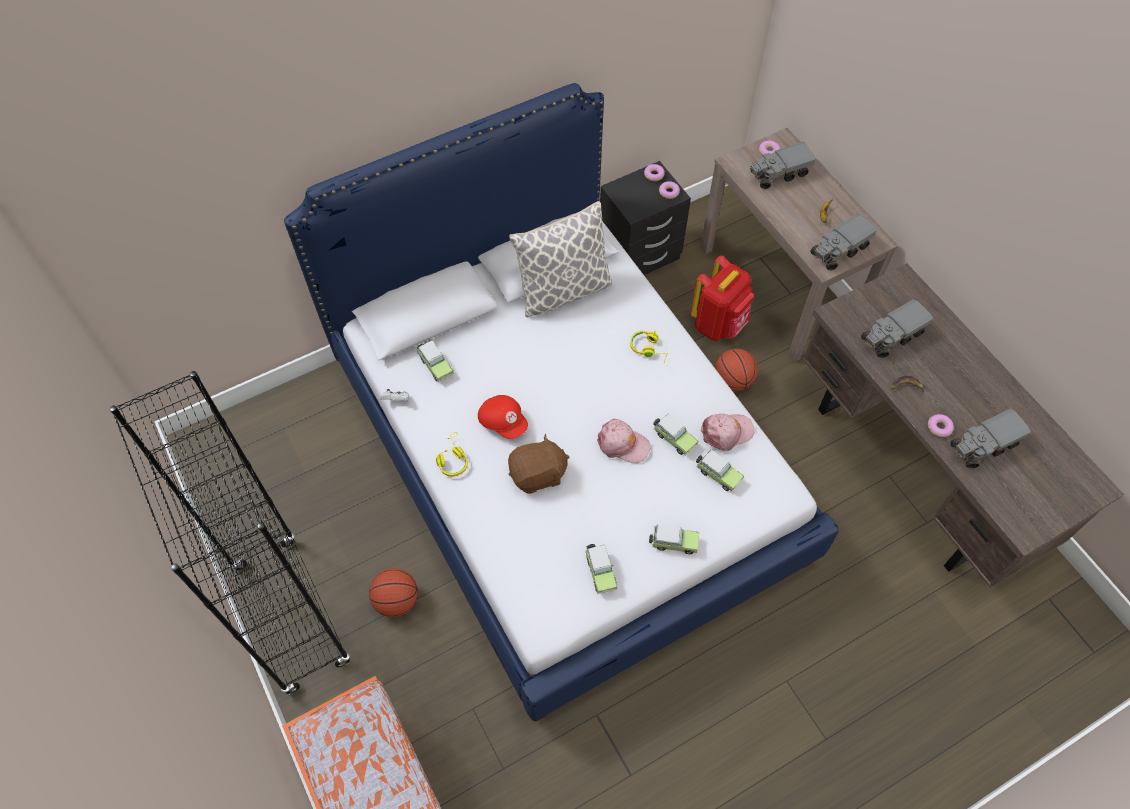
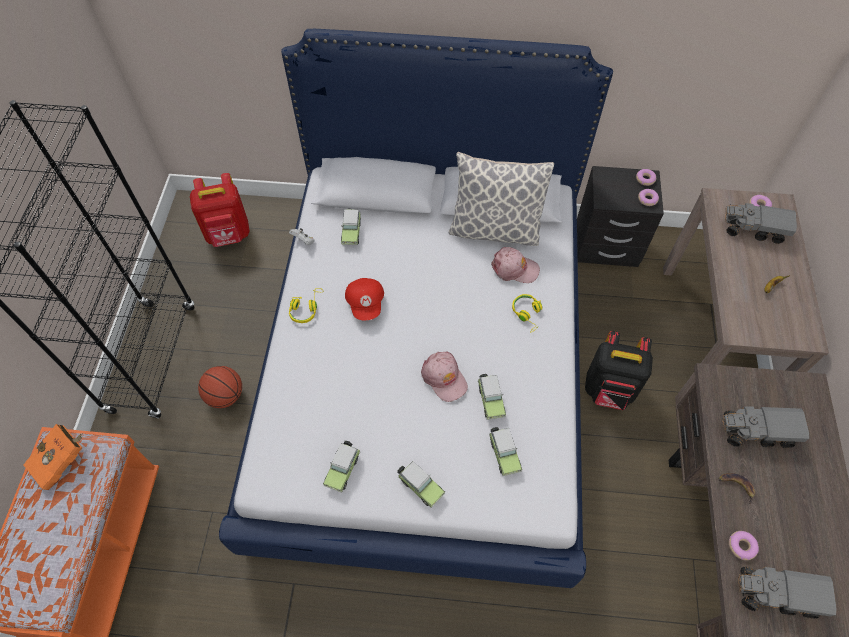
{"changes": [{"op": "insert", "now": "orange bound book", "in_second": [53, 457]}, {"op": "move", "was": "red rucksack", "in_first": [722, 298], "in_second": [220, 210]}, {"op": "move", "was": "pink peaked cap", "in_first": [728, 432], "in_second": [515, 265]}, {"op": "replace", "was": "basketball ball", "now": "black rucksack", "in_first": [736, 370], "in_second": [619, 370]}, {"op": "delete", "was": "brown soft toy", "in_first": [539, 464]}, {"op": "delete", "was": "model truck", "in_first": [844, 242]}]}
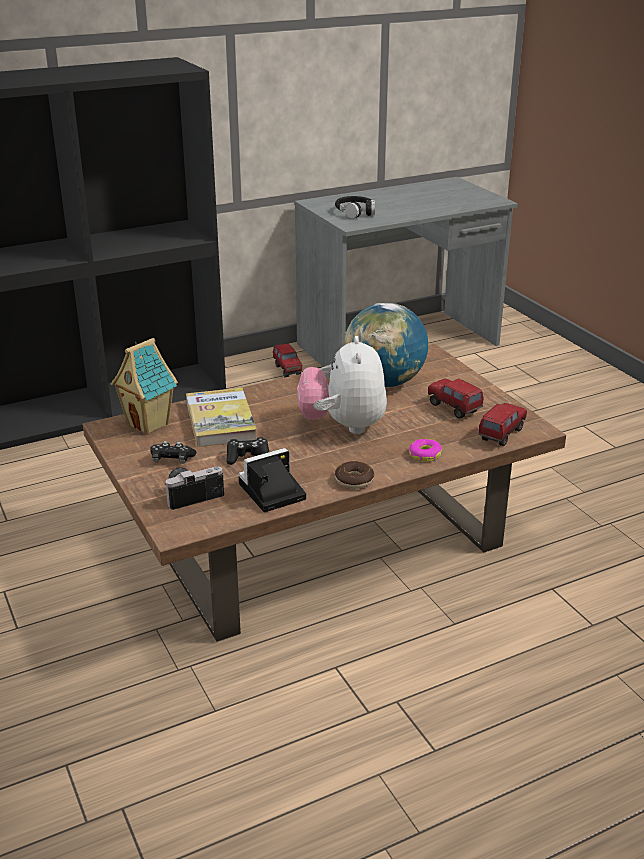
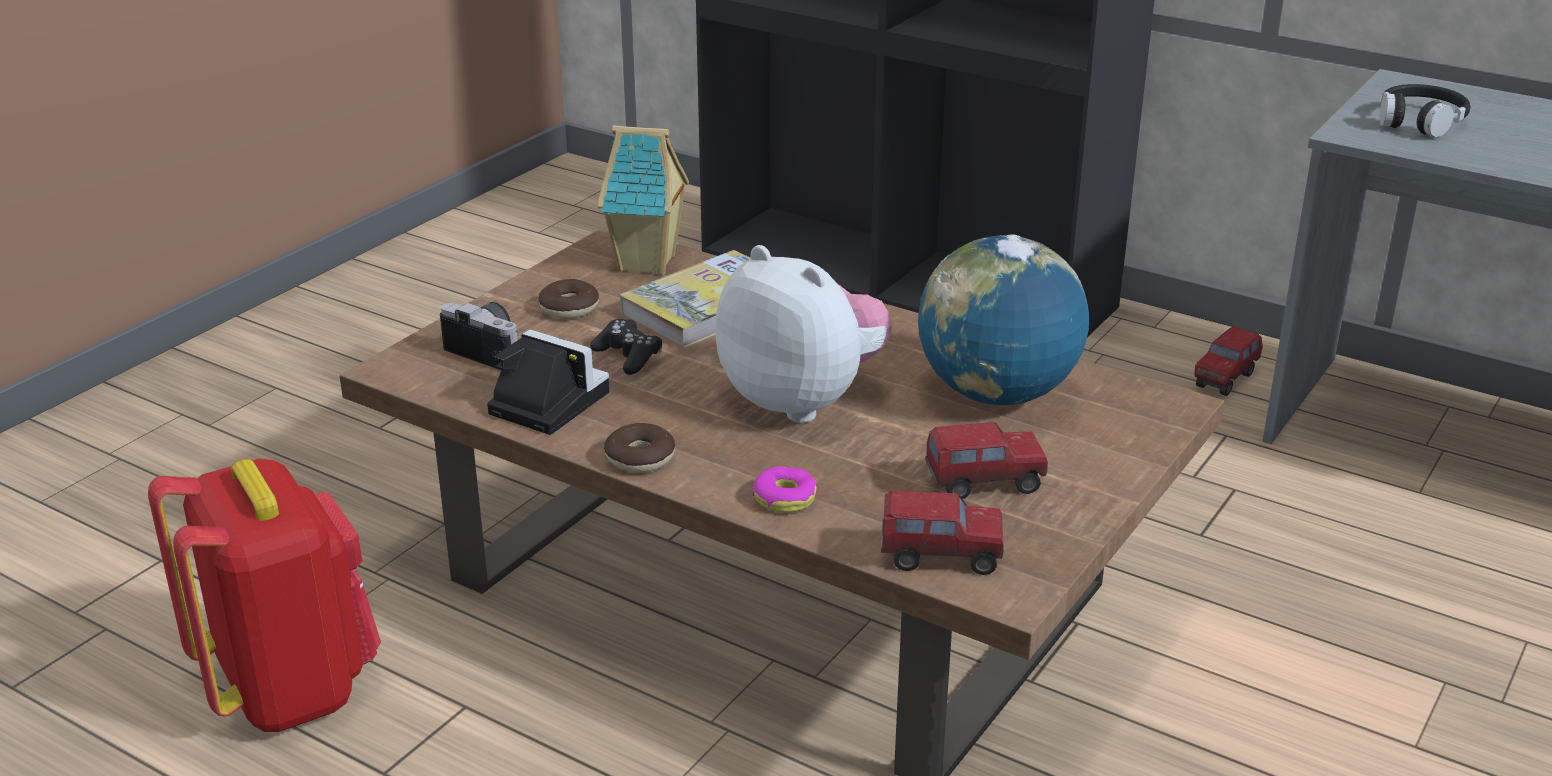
{"changes": [{"op": "insert", "now": "red rucksack", "in_second": [264, 595]}, {"op": "replace", "was": "black gamepad", "now": "doughnut", "in_first": [174, 452], "in_second": [568, 299]}, {"op": "rotate", "was": "soft toy", "in_first": [342, 385], "in_second": [803, 334], "clockwise": 75}, {"op": "rotate", "was": "model truck", "in_first": [456, 398], "in_second": [986, 460], "clockwise": 60}]}
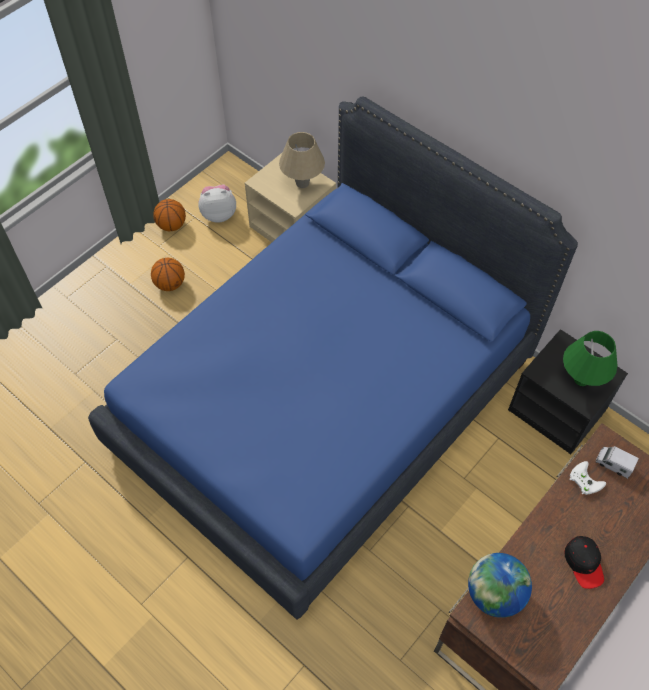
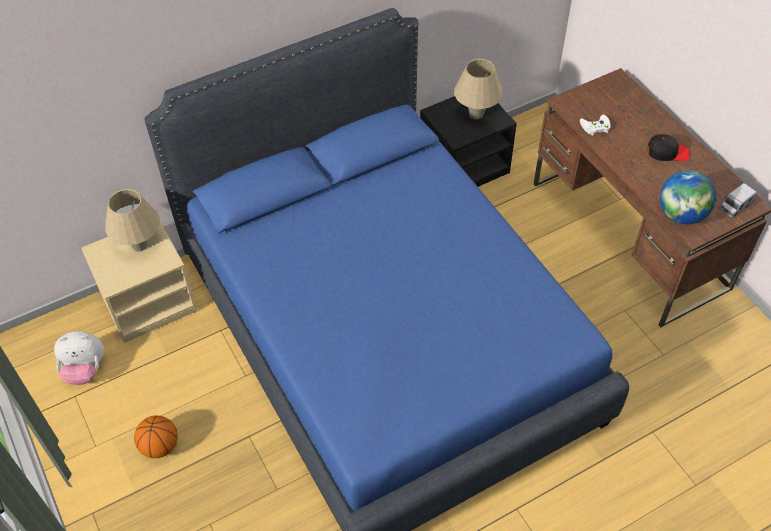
{"changes": [{"op": "rotate", "was": "soft toy", "in_first": [217, 203], "in_second": [79, 358], "clockwise": -105}, {"op": "recolor", "was": "greenish table lamp", "now": "beige-coloured table lamp", "in_first": [590, 358], "in_second": [478, 89]}, {"op": "move", "was": "model truck", "in_first": [617, 462], "in_second": [738, 200]}, {"op": "delete", "was": "basketball ball", "in_first": [169, 215]}]}
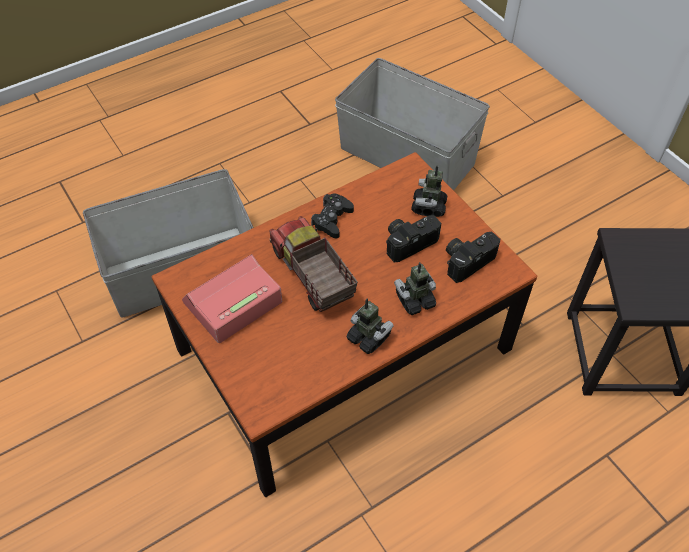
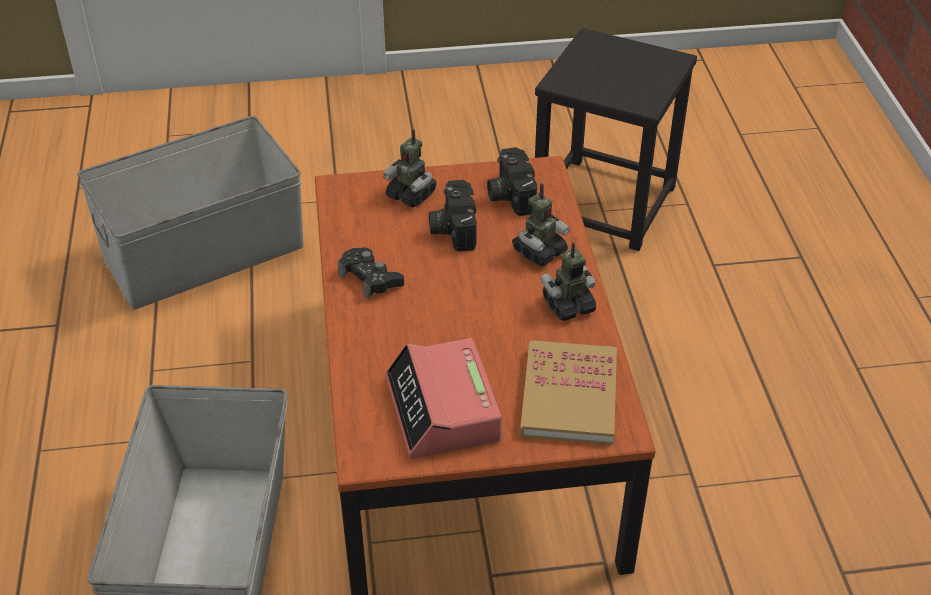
{"changes": [{"op": "rotate", "was": "model robot", "in_first": [415, 288], "in_second": [541, 224], "clockwise": -135}, {"op": "insert", "now": "bound book", "in_second": [568, 392]}, {"op": "delete", "was": "model truck", "in_first": [313, 264]}]}
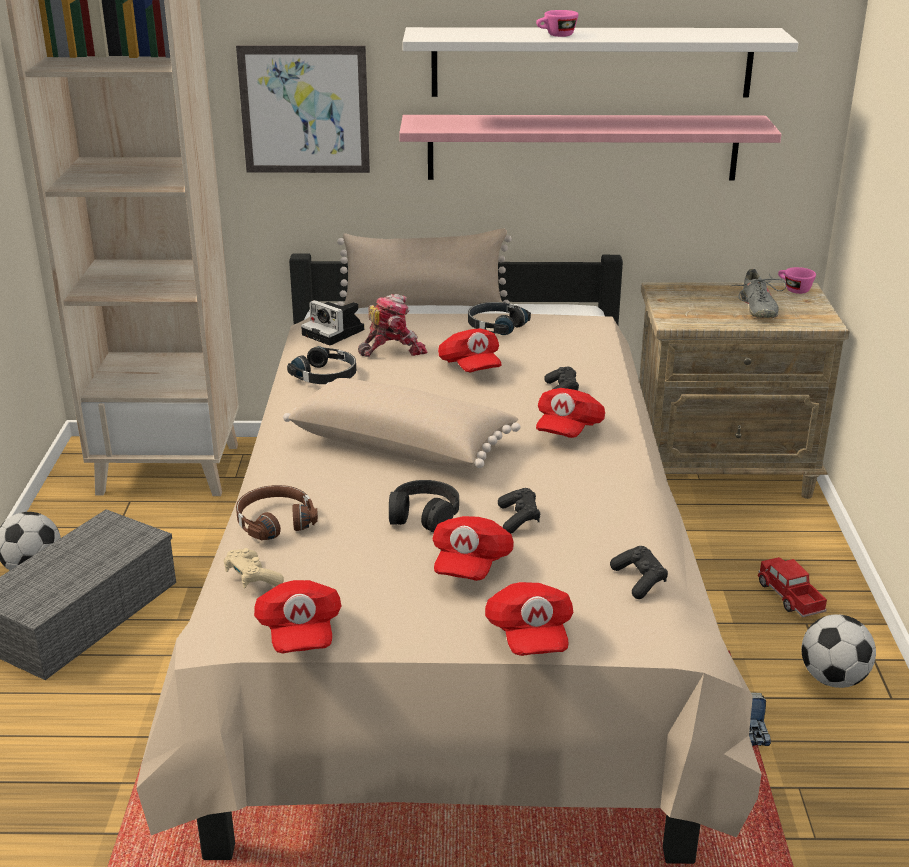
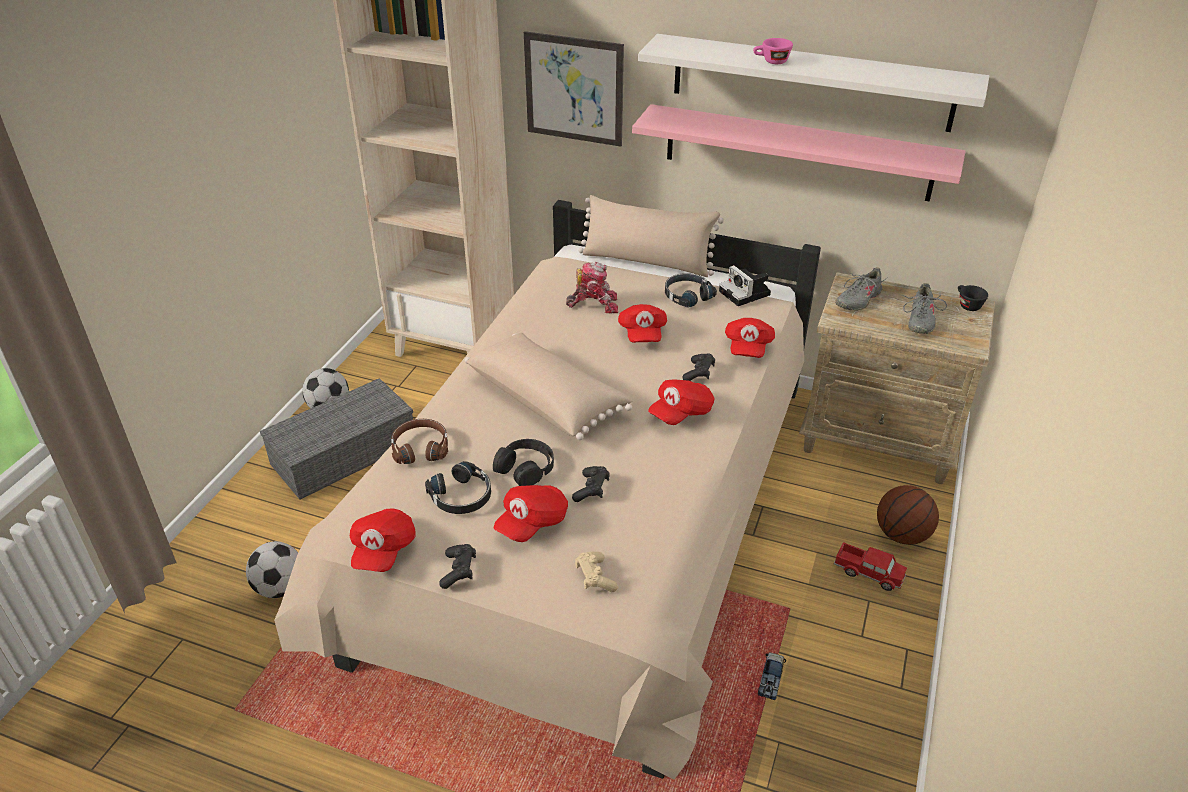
{"changes": [{"op": "move", "was": "ball for football", "in_first": [838, 651], "in_second": [272, 569]}, {"op": "move", "was": "black pair of headphones", "in_first": [321, 365], "in_second": [458, 487]}, {"op": "move", "was": "black gamepad", "in_first": [639, 572], "in_second": [457, 566]}, {"op": "move", "was": "beige-coloured gamepad", "in_first": [254, 568], "in_second": [596, 572]}, {"op": "move", "was": "still camera", "in_first": [332, 323], "in_second": [745, 285]}, {"op": "move", "was": "red peaked cap", "in_first": [529, 619], "in_second": [750, 338]}, {"op": "rotate", "was": "model truck", "in_first": [792, 587], "in_second": [870, 566], "clockwise": 120}, {"op": "insert", "now": "gray shoe", "in_second": [861, 288]}, {"op": "insert", "now": "basketball ball", "in_second": [908, 515]}, {"op": "recolor", "was": "pink drinking cup", "now": "black drinking cup", "in_first": [797, 280], "in_second": [973, 298]}]}
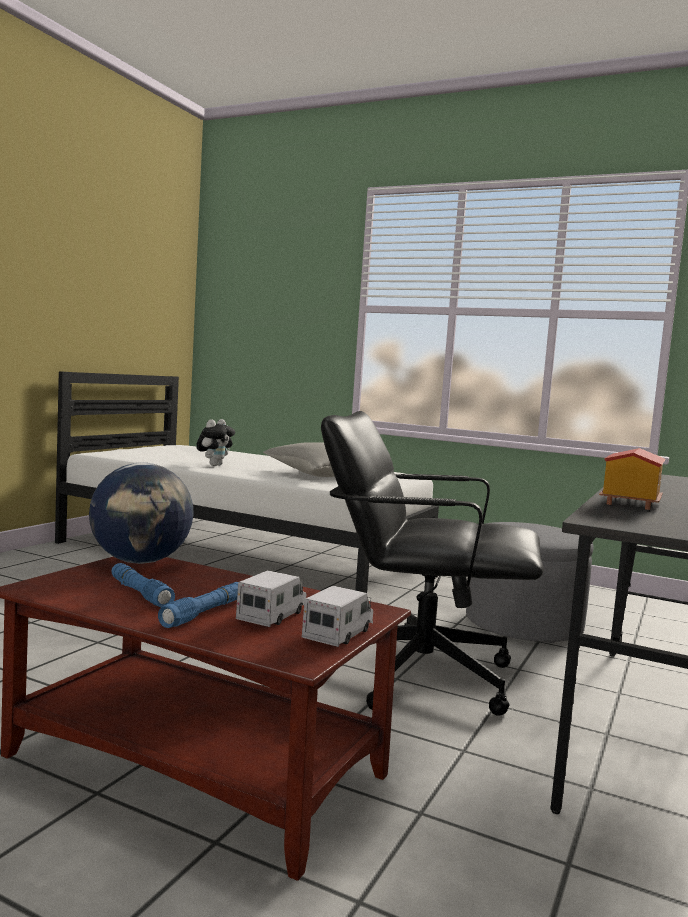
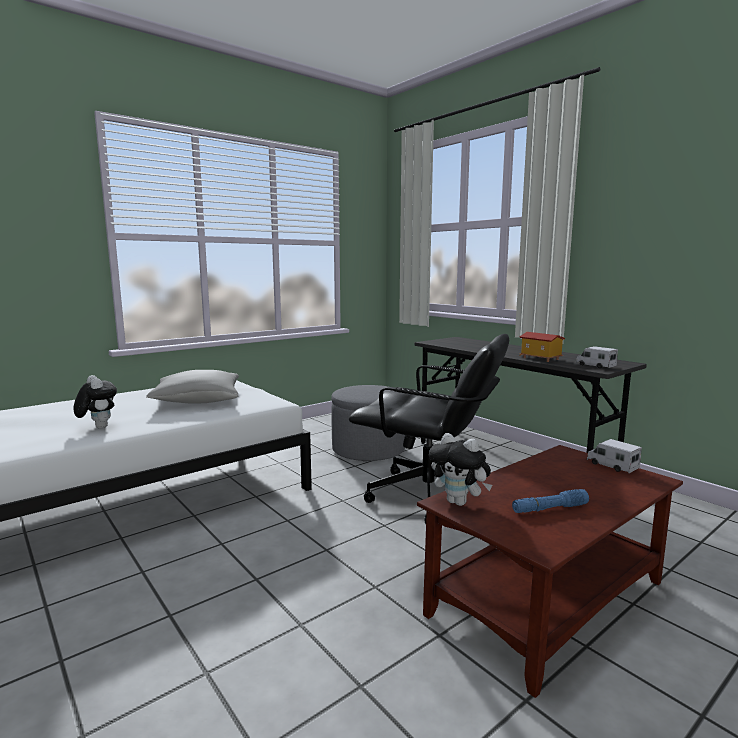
{"changes": [{"op": "rotate", "was": "black desk chair", "in_first": [432, 563], "in_second": [429, 429], "clockwise": -105}, {"op": "replace", "was": "world globe", "now": "soft toy", "in_first": [141, 513], "in_second": [460, 469]}, {"op": "move", "was": "model truck", "in_first": [271, 598], "in_second": [597, 357]}, {"op": "delete", "was": "blue-coloured hand torch", "in_first": [198, 605]}]}
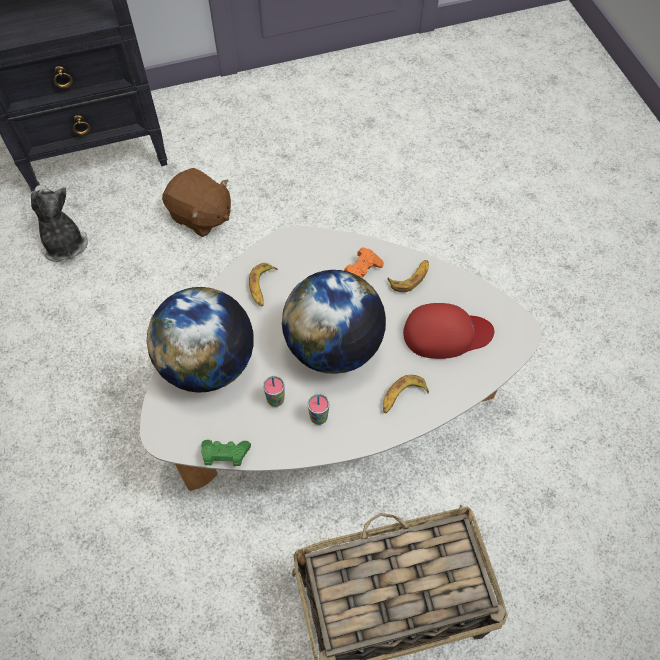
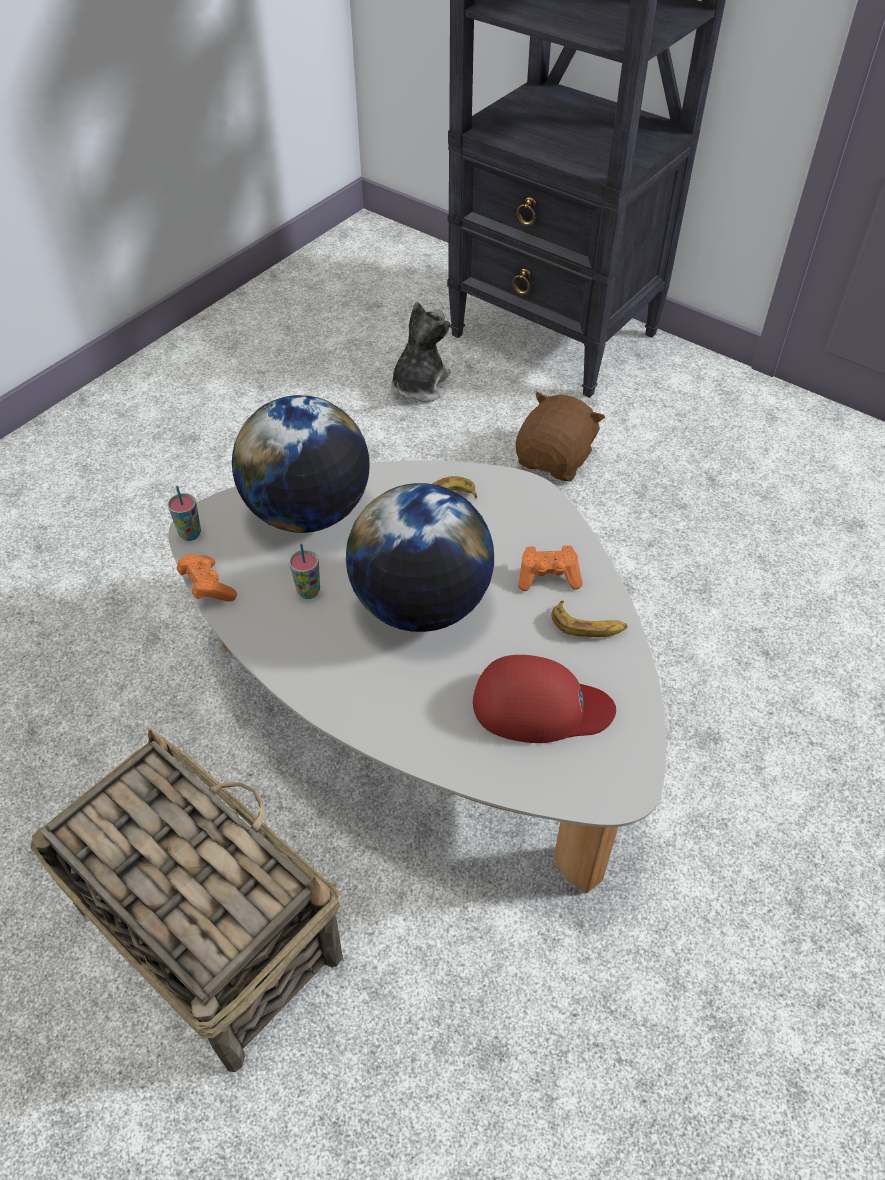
{"changes": [{"op": "move", "was": "drinking cup", "in_first": [318, 409], "in_second": [184, 513]}, {"op": "recolor", "was": "greenish gamepad", "now": "orange gamepad", "in_first": [226, 453], "in_second": [207, 577]}, {"op": "rotate", "was": "red peaked cap", "in_first": [448, 331], "in_second": [544, 699], "clockwise": -45}, {"op": "rotate", "was": "brown soft toy", "in_first": [196, 202], "in_second": [560, 436], "clockwise": -150}, {"op": "delete", "was": "banana fruit", "in_first": [406, 394]}]}
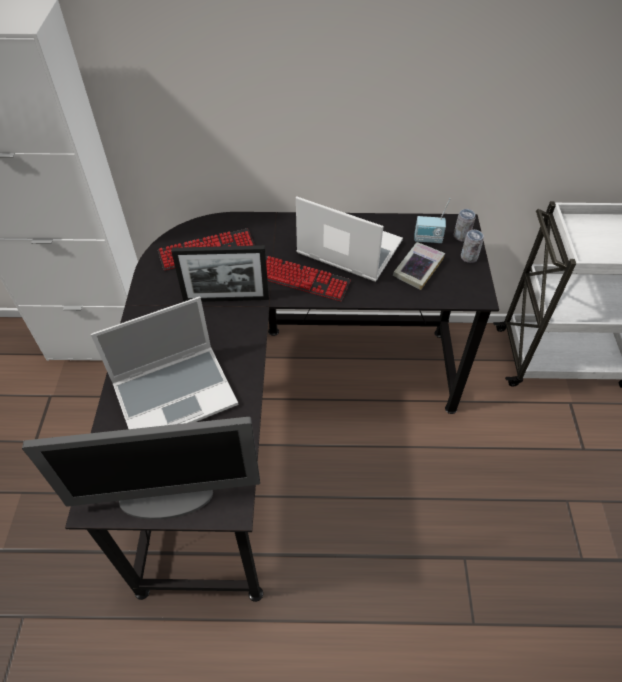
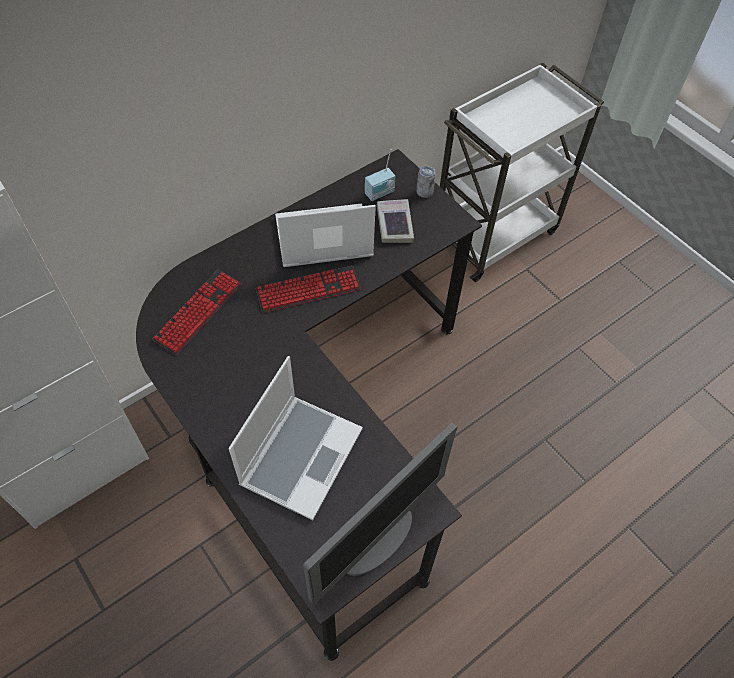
{"changes": [{"op": "delete", "was": "picture frame", "in_first": [220, 273]}, {"op": "delete", "was": "can", "in_first": [464, 225]}]}
